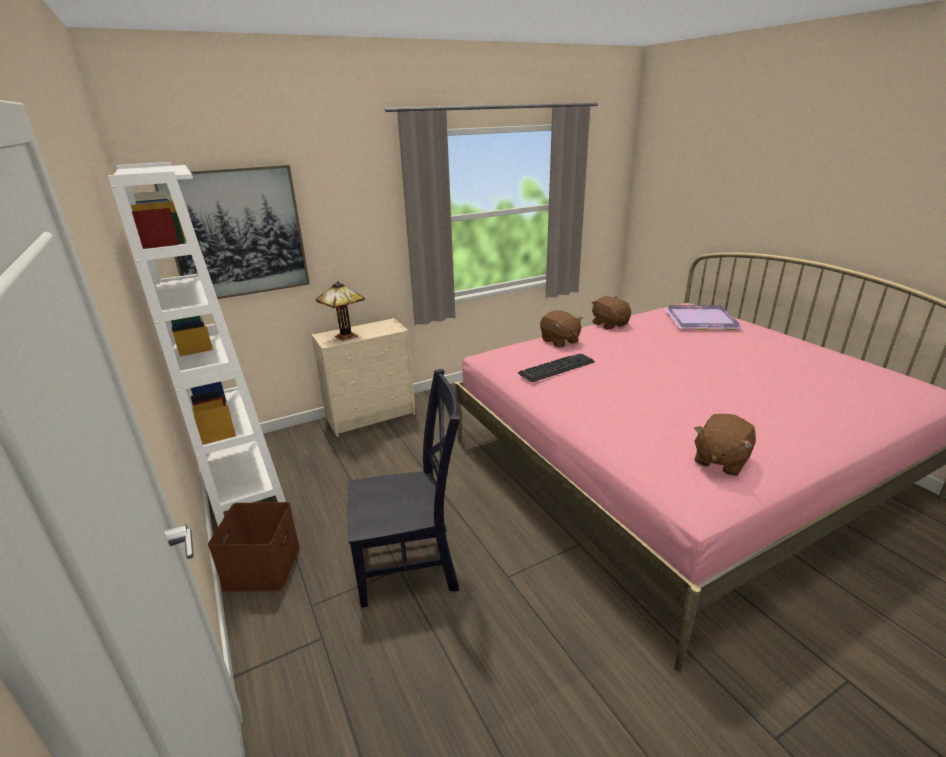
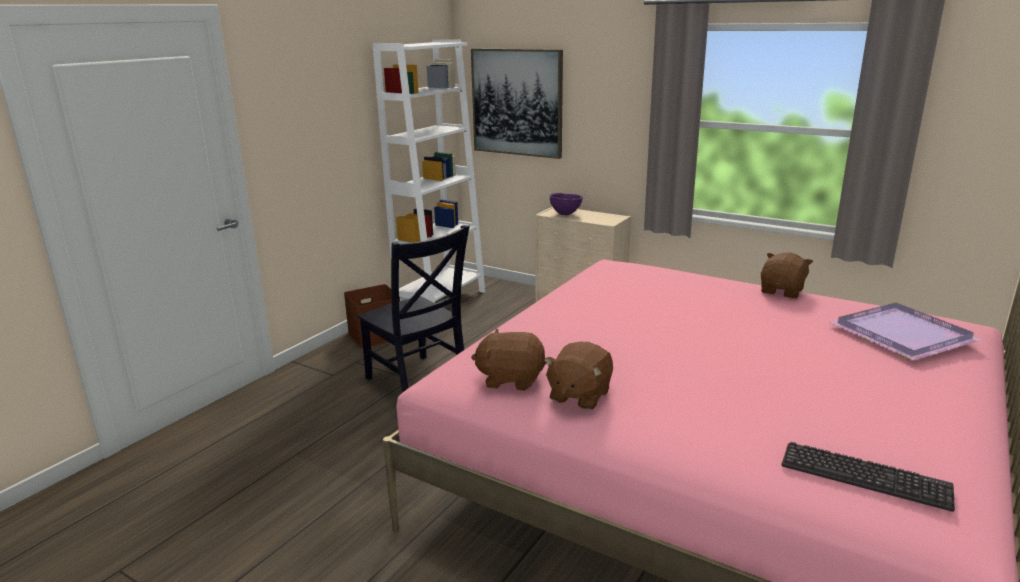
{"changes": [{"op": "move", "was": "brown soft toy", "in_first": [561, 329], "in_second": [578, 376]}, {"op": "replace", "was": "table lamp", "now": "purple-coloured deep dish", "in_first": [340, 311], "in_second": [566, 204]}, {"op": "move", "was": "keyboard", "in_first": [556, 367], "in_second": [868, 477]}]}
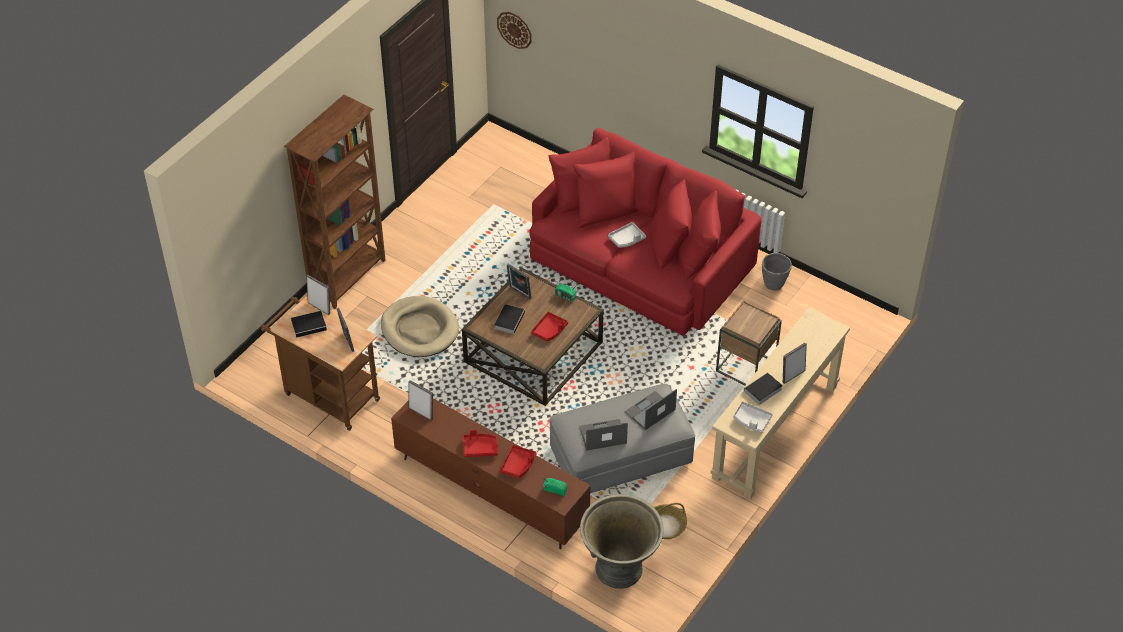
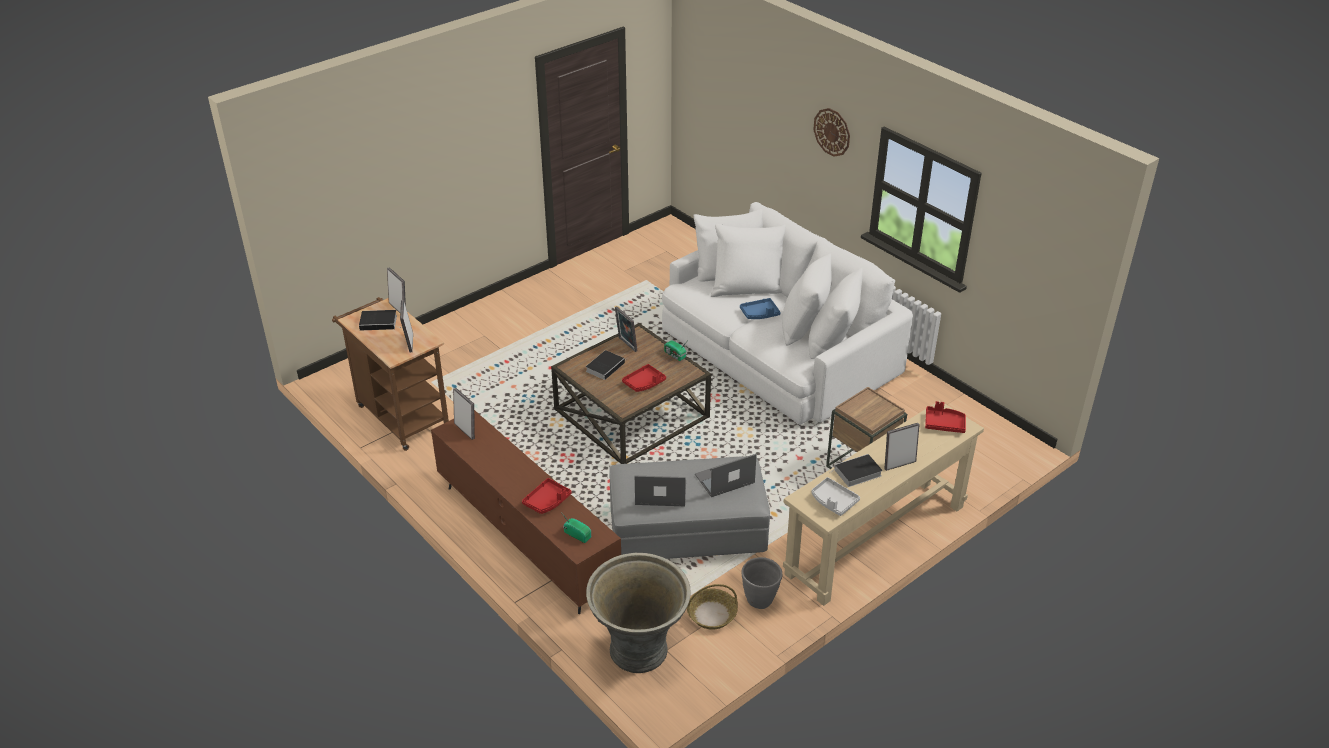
{"changes": [{"op": "recolor", "was": "red couch", "now": "white-coloured couch", "in_first": [646, 232], "in_second": [787, 313]}, {"op": "recolor", "was": "gray serving tray", "now": "blue-coloured serving tray", "in_first": [627, 235], "in_second": [760, 308]}, {"op": "move", "was": "gray plant pot", "in_first": [777, 271], "in_second": [761, 583]}, {"op": "move", "was": "clock on the wall", "in_first": [514, 30], "in_second": [831, 132]}, {"op": "move", "was": "red serving tray", "in_first": [480, 443], "in_second": [945, 417]}, {"op": "delete", "was": "brown bookcase", "in_first": [334, 202]}, {"op": "delete", "was": "beige-coloured dog bed", "in_first": [420, 326]}]}
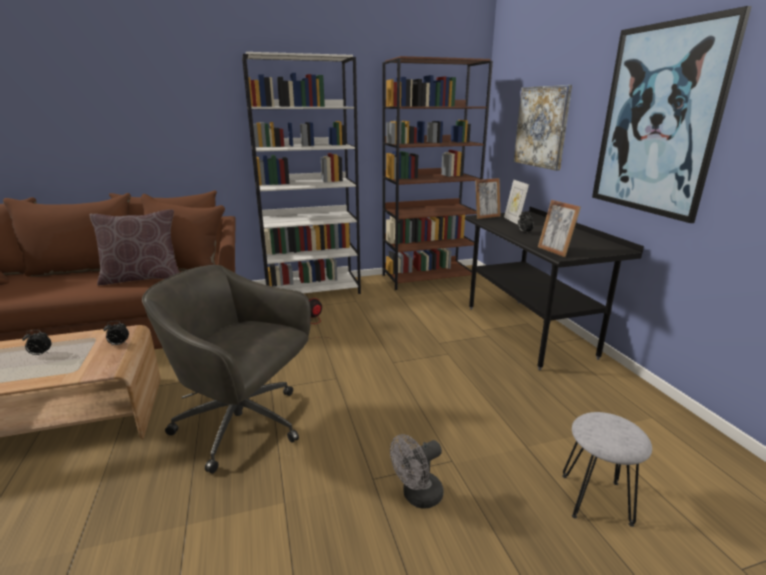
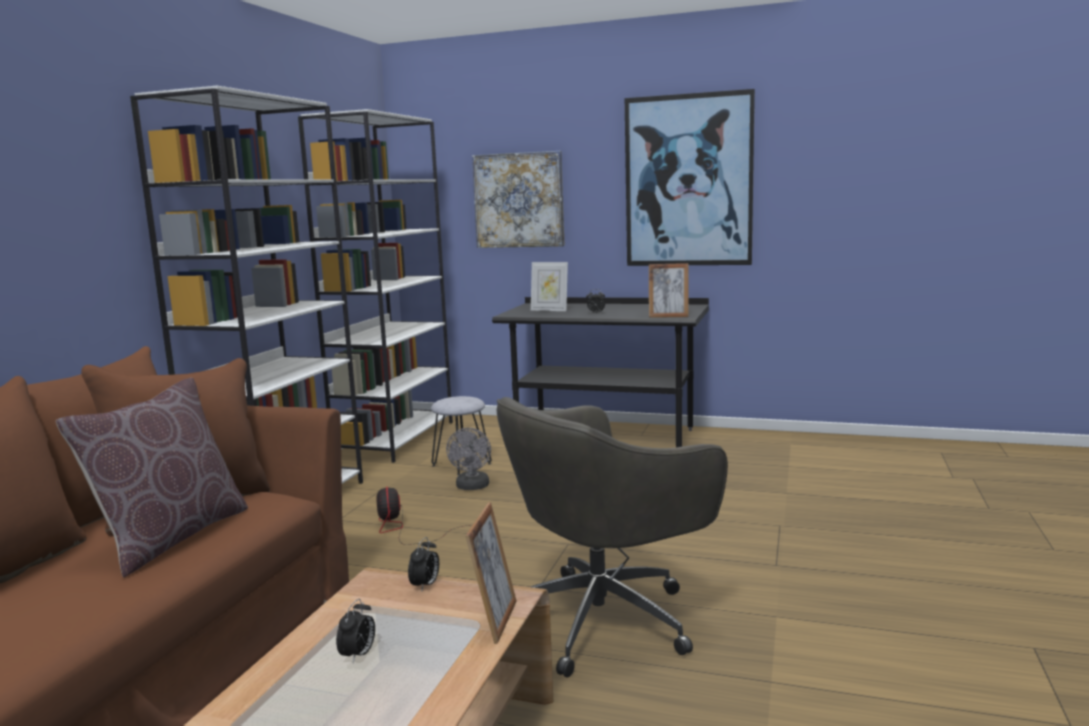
{"changes": [{"op": "recolor", "was": "brown bookcase", "now": "white-coloured bookcase", "in_first": [438, 173], "in_second": [375, 286]}, {"op": "move", "was": "gray stool seat", "in_first": [607, 469], "in_second": [461, 435]}, {"op": "move", "was": "gray electric fan", "in_first": [417, 471], "in_second": [468, 459]}, {"op": "move", "was": "picture frame", "in_first": [487, 198], "in_second": [491, 573]}]}
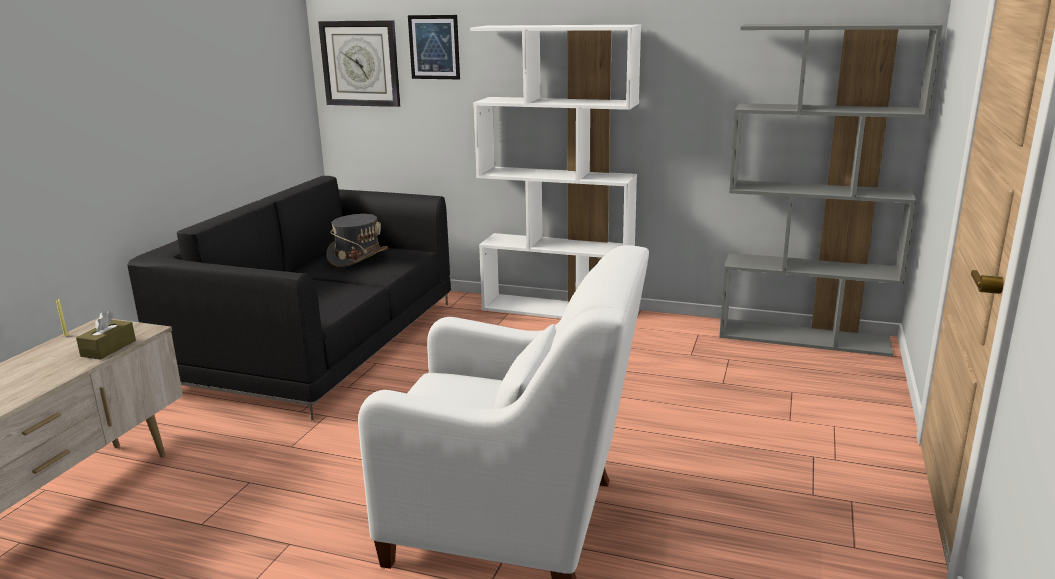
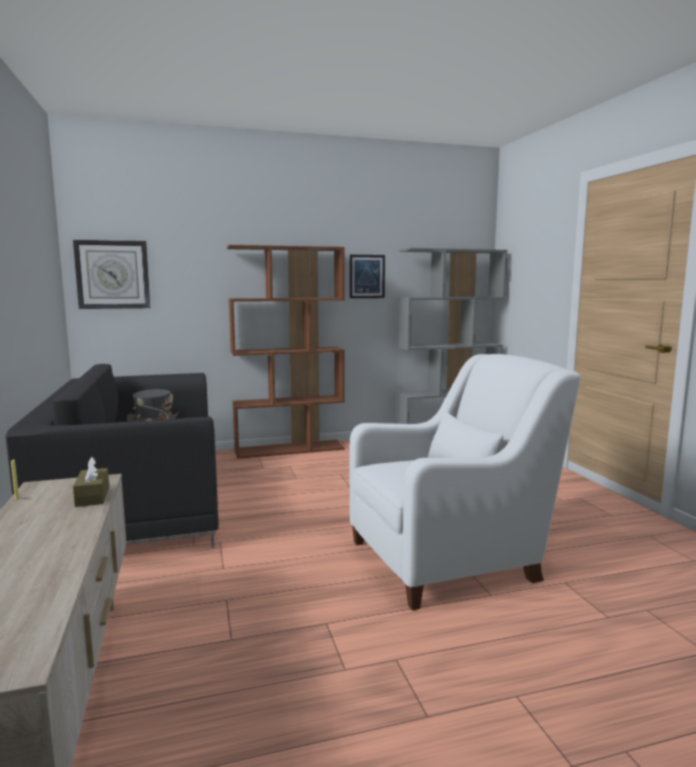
{"changes": [{"op": "recolor", "was": "white-coloured bookcase", "now": "brown bookcase", "in_first": [555, 172], "in_second": [286, 352]}, {"op": "move", "was": "wall art", "in_first": [434, 47], "in_second": [367, 276]}]}
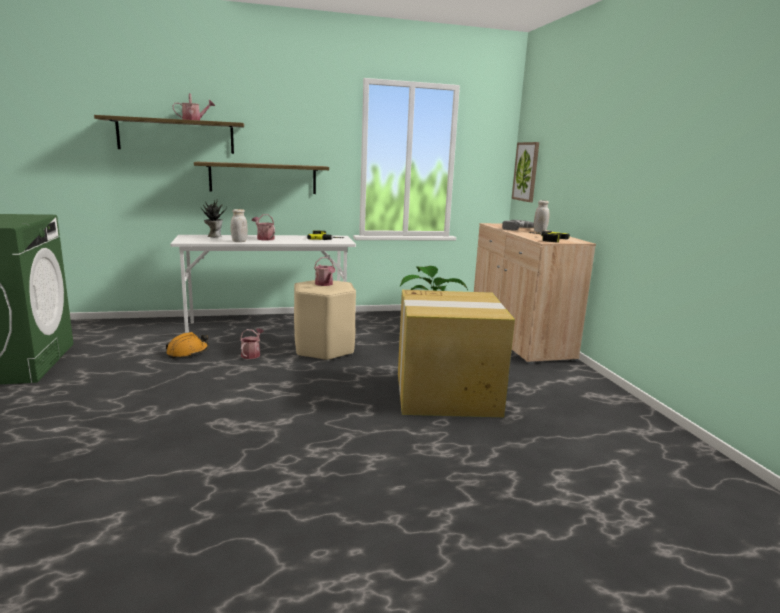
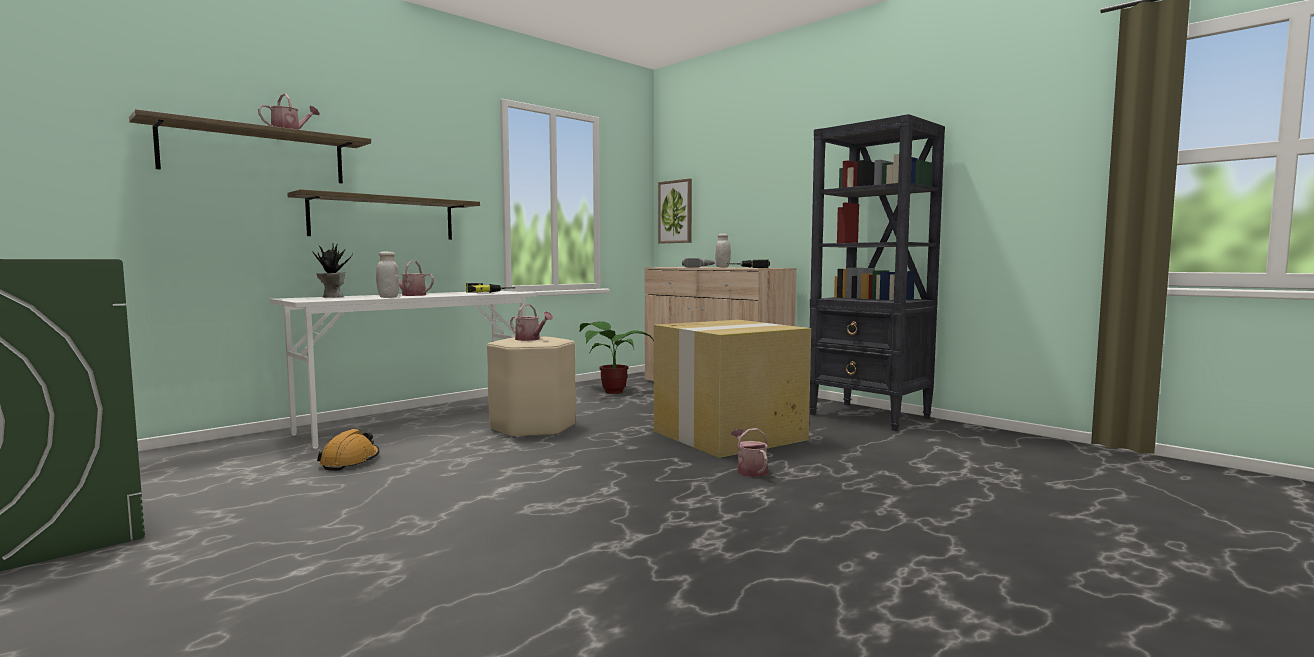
{"changes": [{"op": "move", "was": "watering can", "in_first": [252, 343], "in_second": [749, 452]}, {"op": "insert", "now": "black bookcase", "in_second": [877, 272]}]}
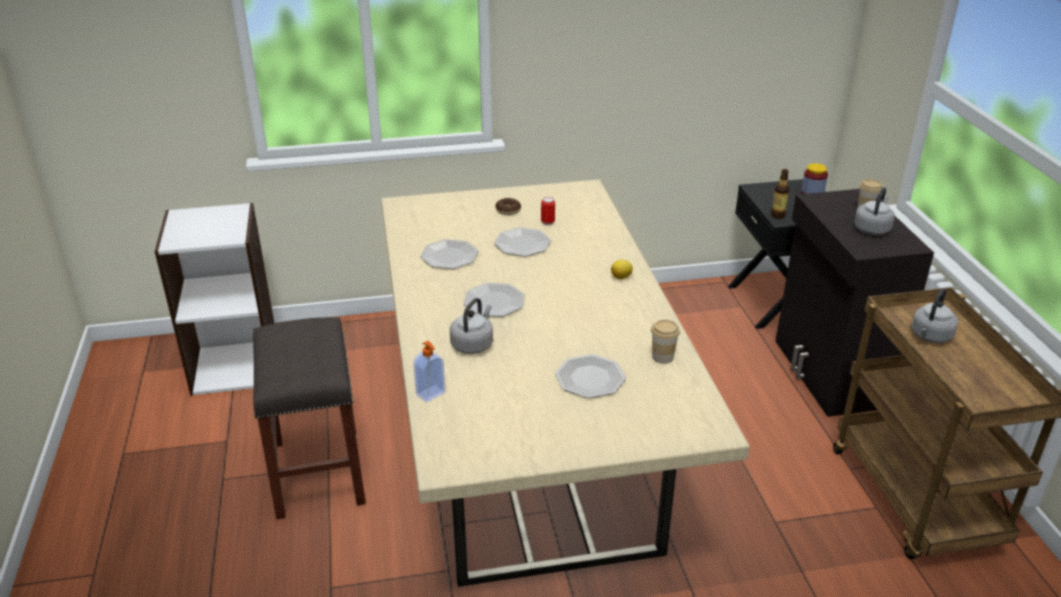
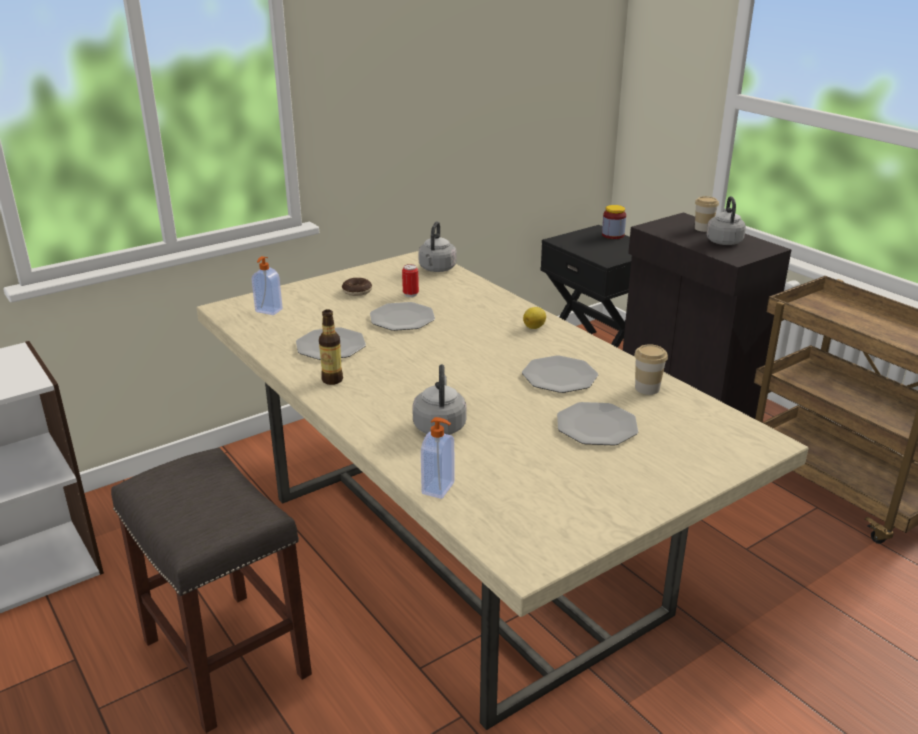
{"changes": [{"op": "insert", "now": "soap dispenser", "in_second": [267, 285]}, {"op": "move", "was": "drink bottle", "in_first": [780, 194], "in_second": [331, 347]}, {"op": "move", "was": "gray kettle", "in_first": [934, 315], "in_second": [437, 246]}, {"op": "move", "was": "dinner plate", "in_first": [494, 300], "in_second": [560, 374]}]}
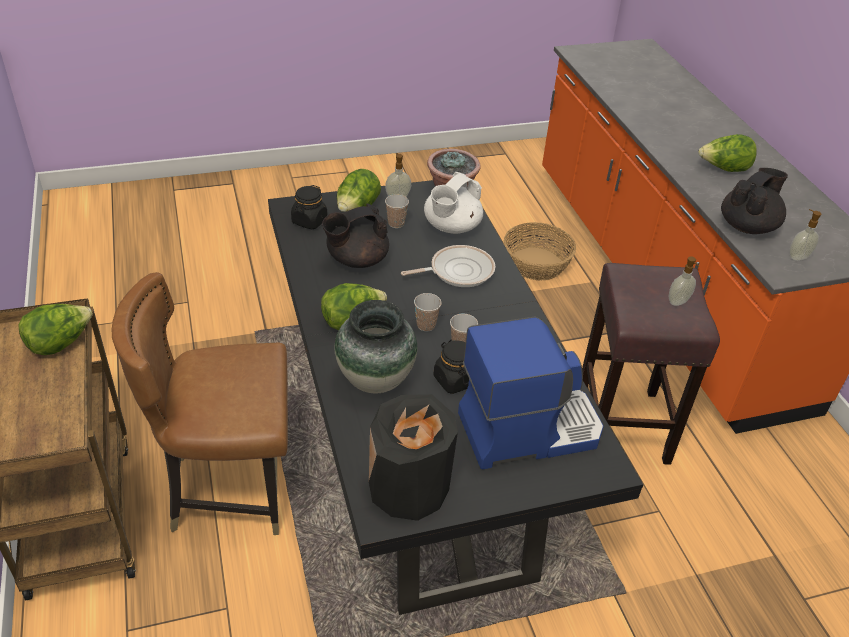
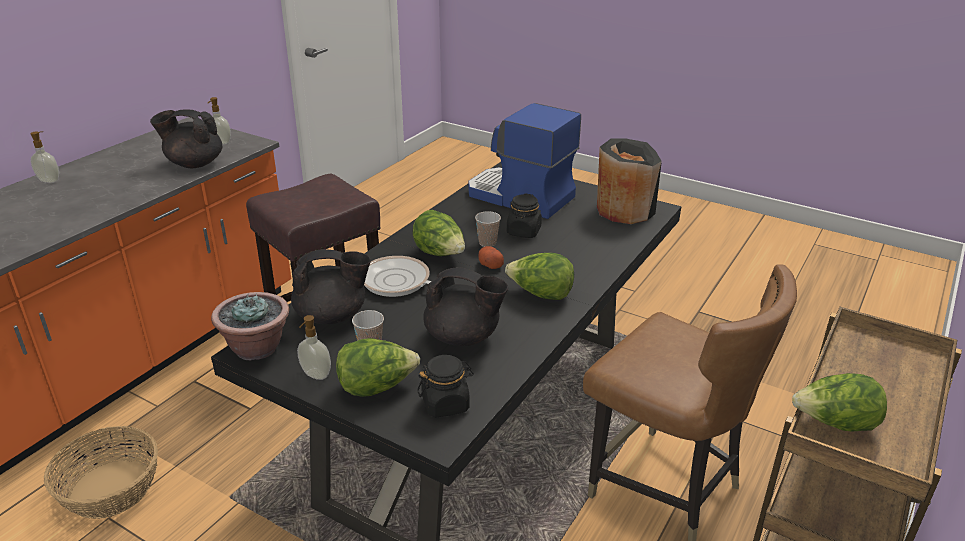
{"changes": [{"op": "move", "was": "soap dispenser", "in_first": [684, 281], "in_second": [44, 157]}, {"op": "recolor", "was": "white-coloured tea pot", "now": "black tea pot", "in_first": [453, 203], "in_second": [331, 286]}, {"op": "move", "was": "lettuce", "in_first": [727, 153], "in_second": [439, 233]}, {"op": "replace", "was": "drinking cup", "now": "spud", "in_first": [428, 312], "in_second": [491, 257]}, {"op": "delete", "was": "vase", "in_first": [375, 346]}]}
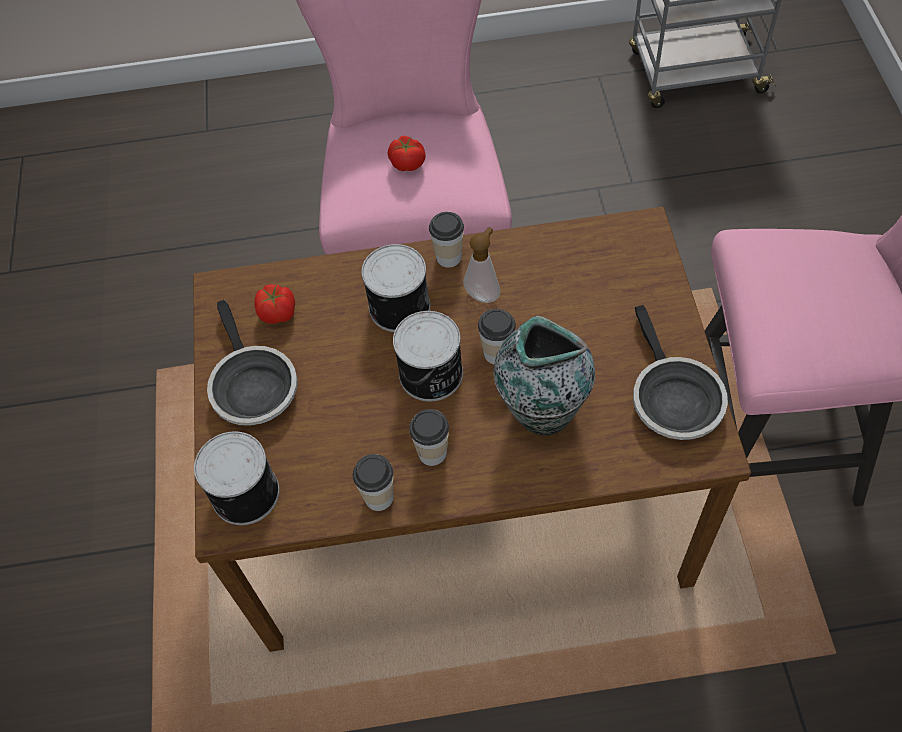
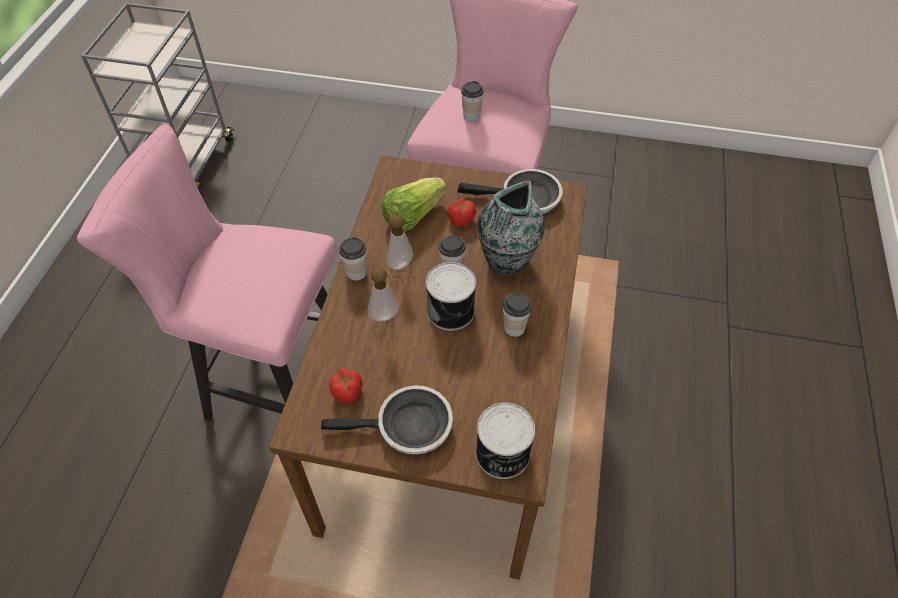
{"changes": [{"op": "replace", "was": "can", "now": "soap dispenser", "in_first": [395, 288], "in_second": [383, 292]}, {"op": "insert", "now": "lettuce", "in_second": [413, 205]}, {"op": "move", "was": "fresh tomato", "in_first": [407, 153], "in_second": [461, 212]}, {"op": "move", "was": "drinking cup", "in_first": [373, 482], "in_second": [472, 101]}]}
